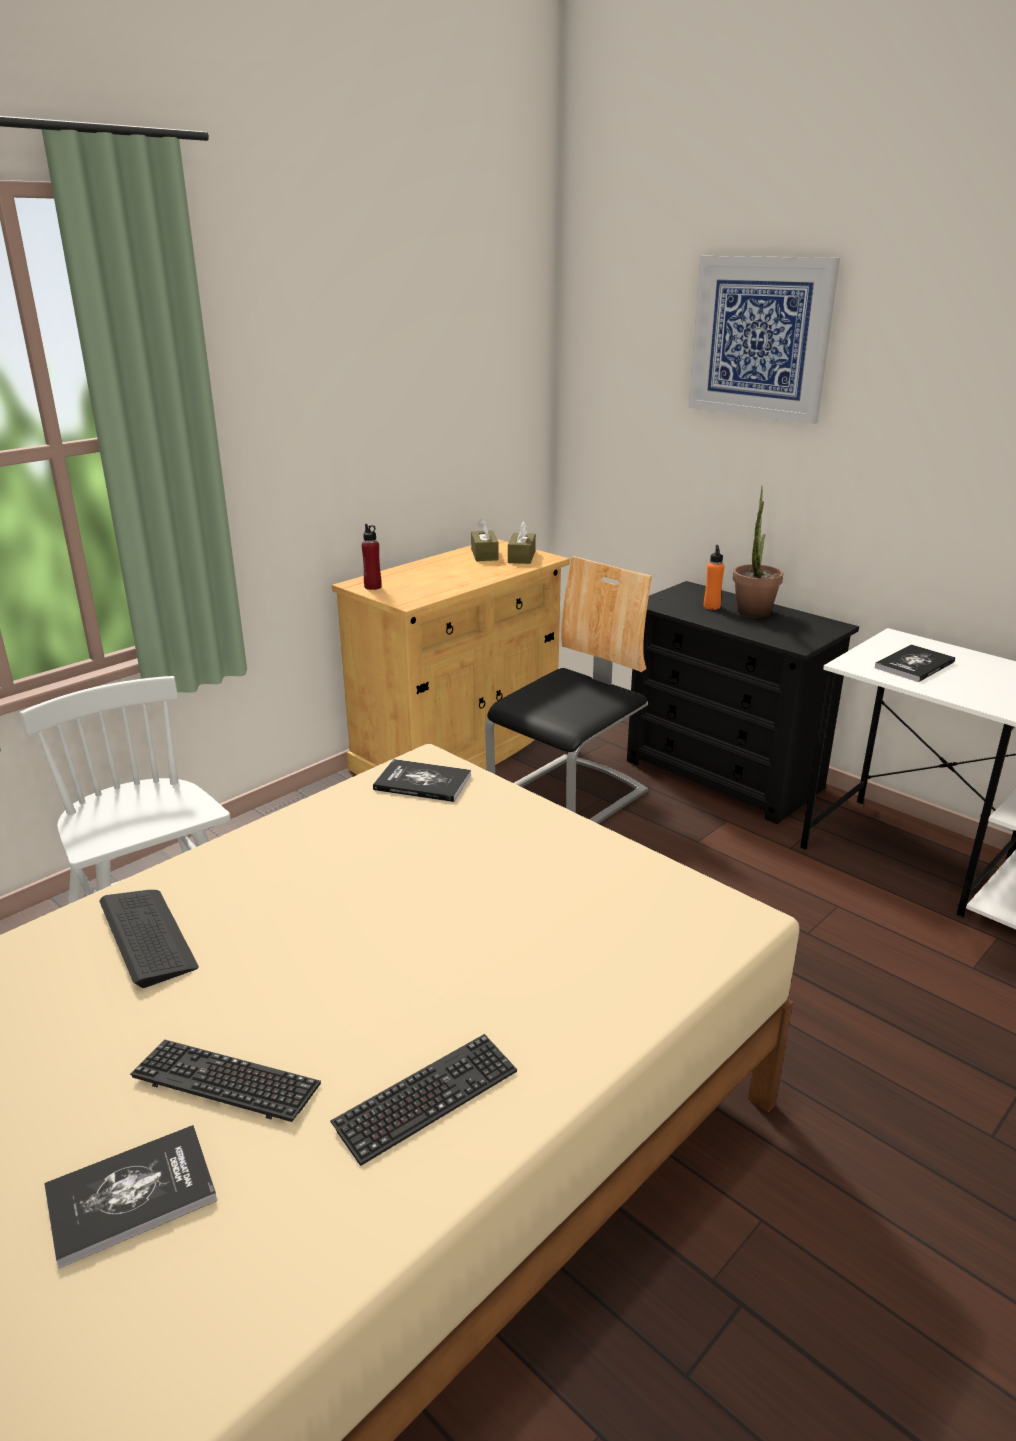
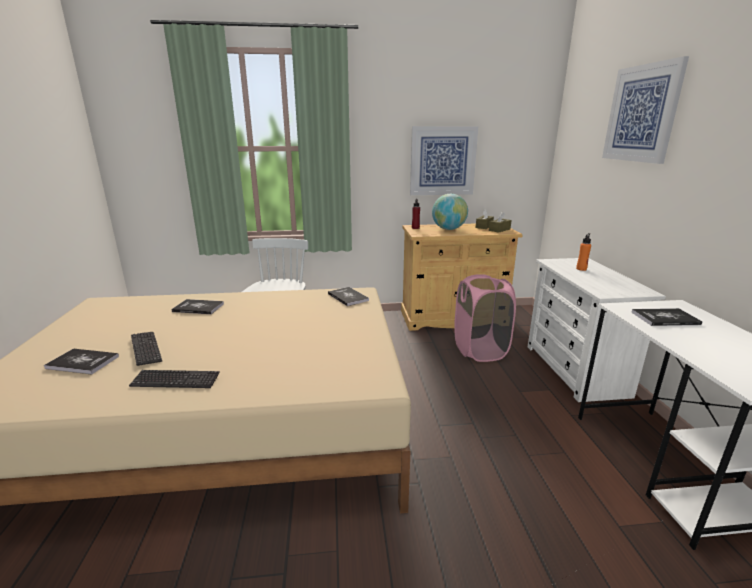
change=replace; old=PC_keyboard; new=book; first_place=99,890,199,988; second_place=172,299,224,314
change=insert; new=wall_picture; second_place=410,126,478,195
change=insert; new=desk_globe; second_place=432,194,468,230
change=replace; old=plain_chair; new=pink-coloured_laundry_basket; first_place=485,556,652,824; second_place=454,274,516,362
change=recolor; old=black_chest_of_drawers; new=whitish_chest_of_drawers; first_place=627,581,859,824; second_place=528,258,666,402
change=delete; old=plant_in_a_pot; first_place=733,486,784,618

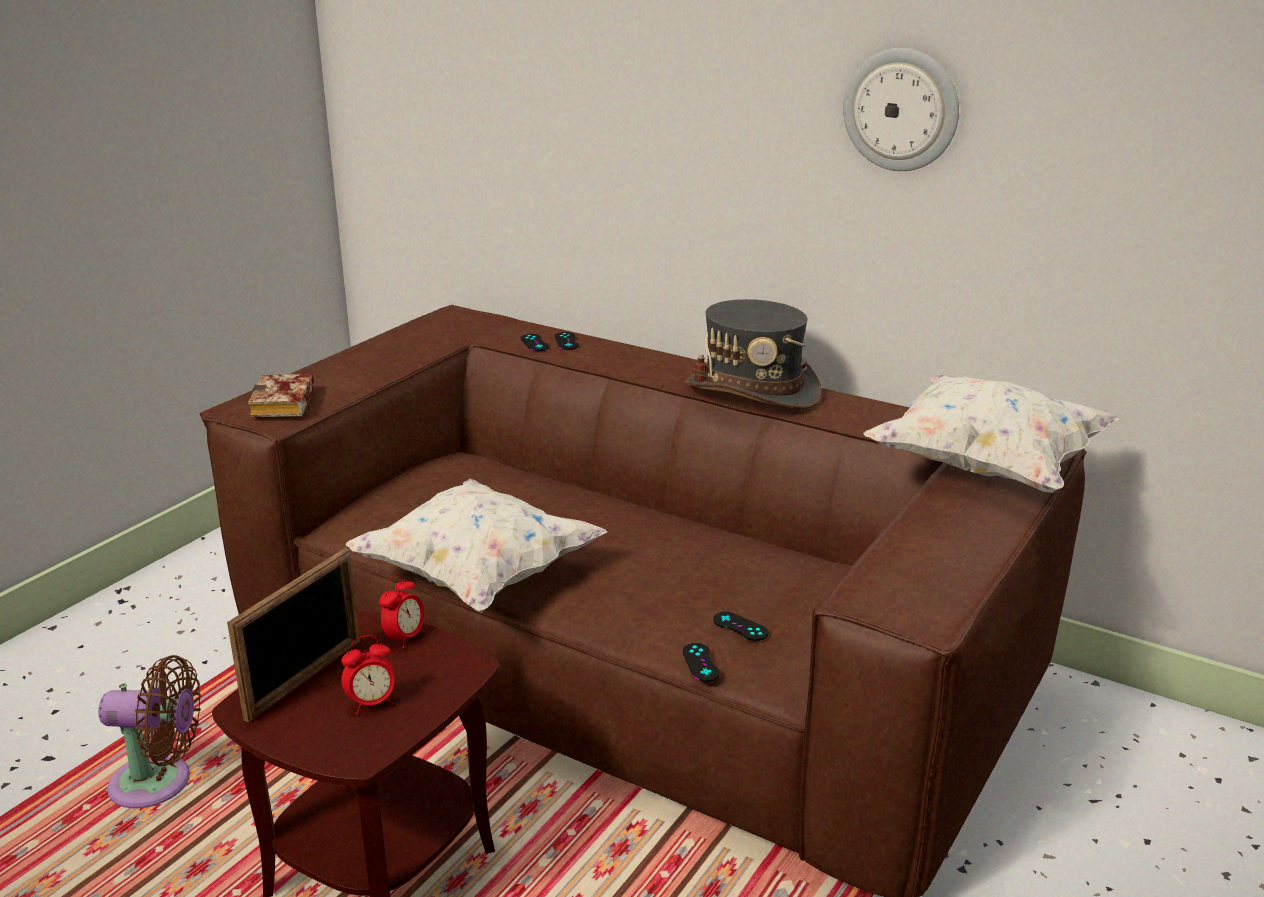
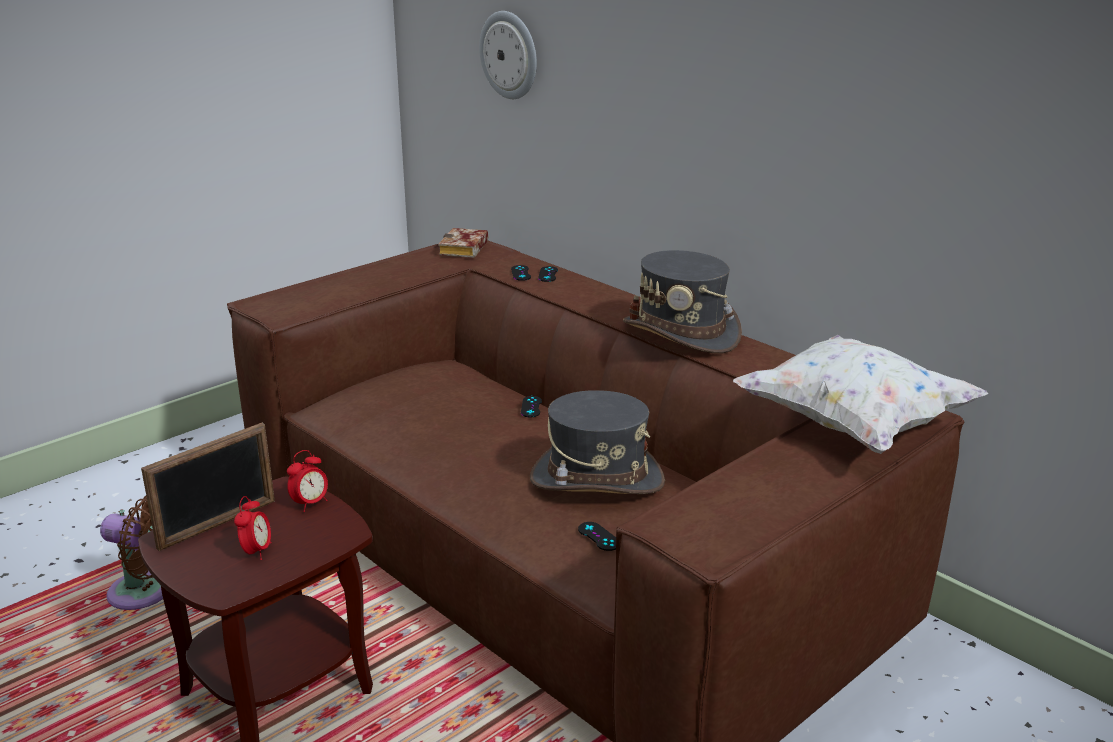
change=rotate; old=alarm_clock; first_place=341,635,395,714; second_place=234,496,272,560; degrees=-75
change=move; old=book; first_place=248,374,315,417; second_place=438,228,488,258
change=move; old=hanging_clock; first_place=843,48,959,171; second_place=479,11,537,99
change=move; old=black_joypad; first_place=683,643,720,682; second_place=521,396,542,417
change=insert; new=greyish_clothing_hat; second_place=530,390,665,494
change=delete; old=whitish_throw_pillow; first_place=346,478,608,613

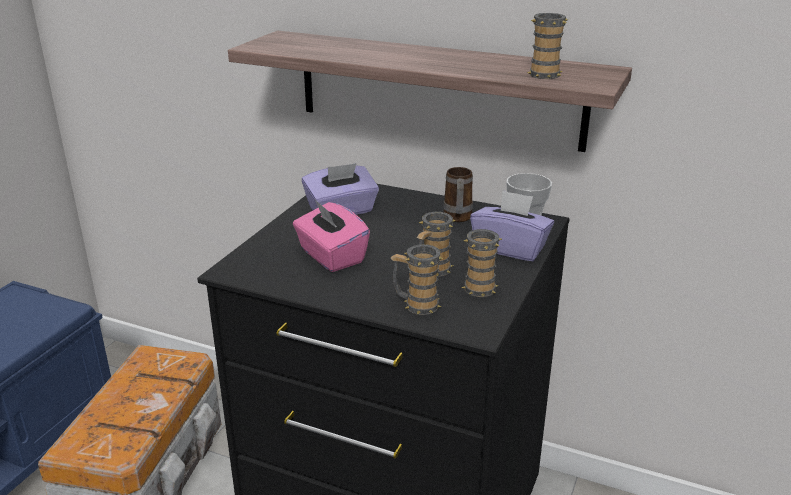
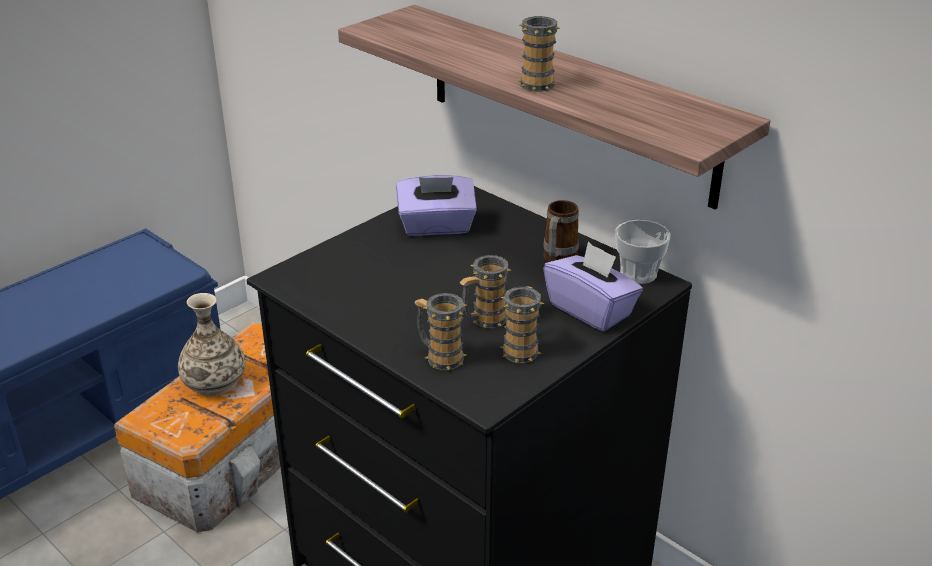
change=insert; new=vase; second_place=178,293,245,396
change=move; old=mug; first_place=527,13,568,79; second_place=518,16,560,92
change=delete; old=pink-coloured_tissue_box; first_place=293,200,370,272

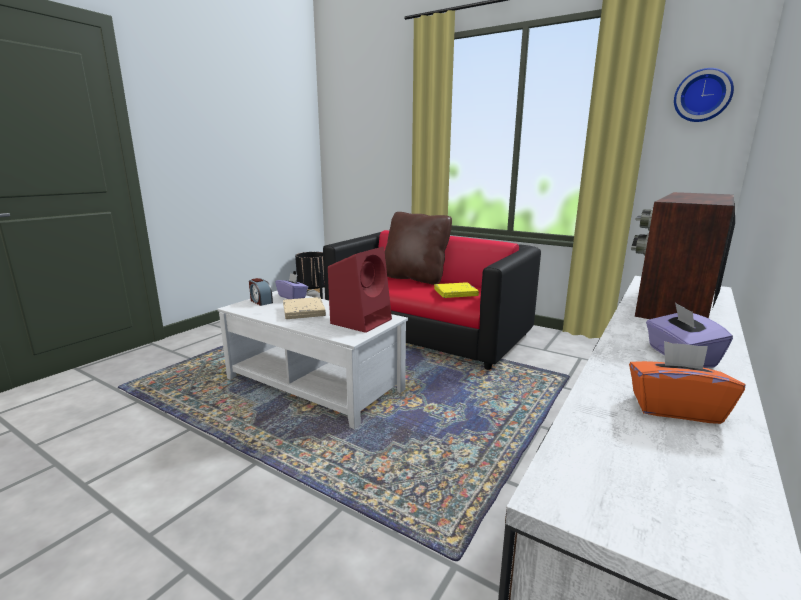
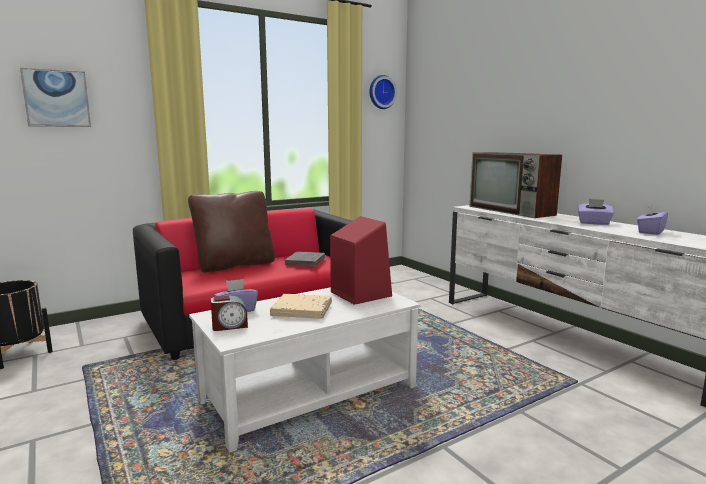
change=insert; new=wall_picture; second_place=20,68,91,127
change=recolor; old=yellow_book; new=greyish_book; first_place=434,282,479,298; second_place=285,251,325,267
change=recolor; old=orange-coloured_tissue_box; new=purple_tissue_box; first_place=629,341,746,424; second_place=637,205,668,235

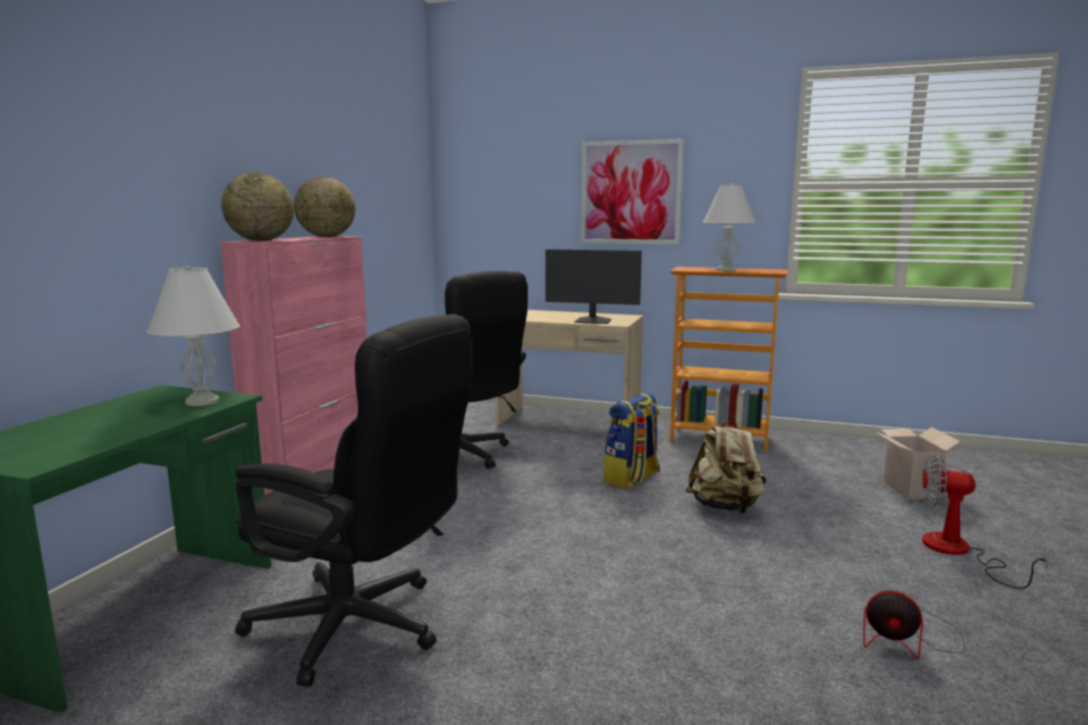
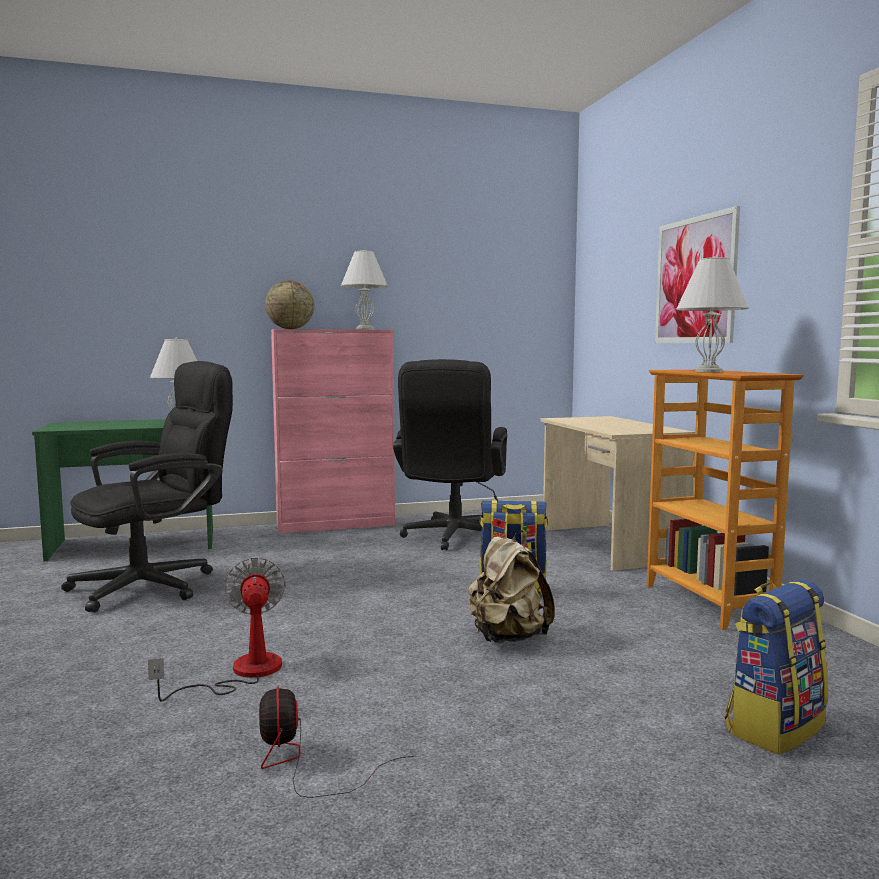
change=rotate; old=black_office_chair; first_place=235,314,473,687; second_place=61,361,233,612; degrees=-120
change=move; old=fan; first_place=922,455,1049,589; second_place=148,557,286,702
change=replace; old=desk_globe; new=whitish_lamp_for_a_table; first_place=294,177,355,237; second_place=340,250,388,330
change=replace; old=packing_box; new=backpack; first_place=875,427,960,499; second_place=725,579,828,755
change=delete; old=computer_display; first_place=546,249,642,324

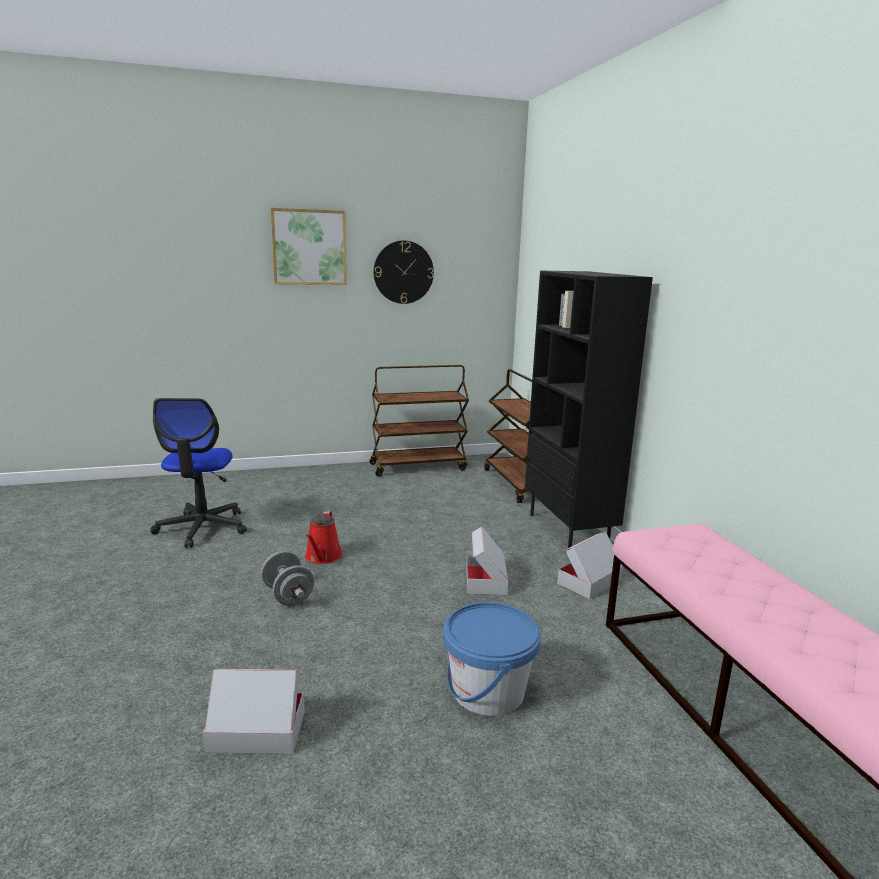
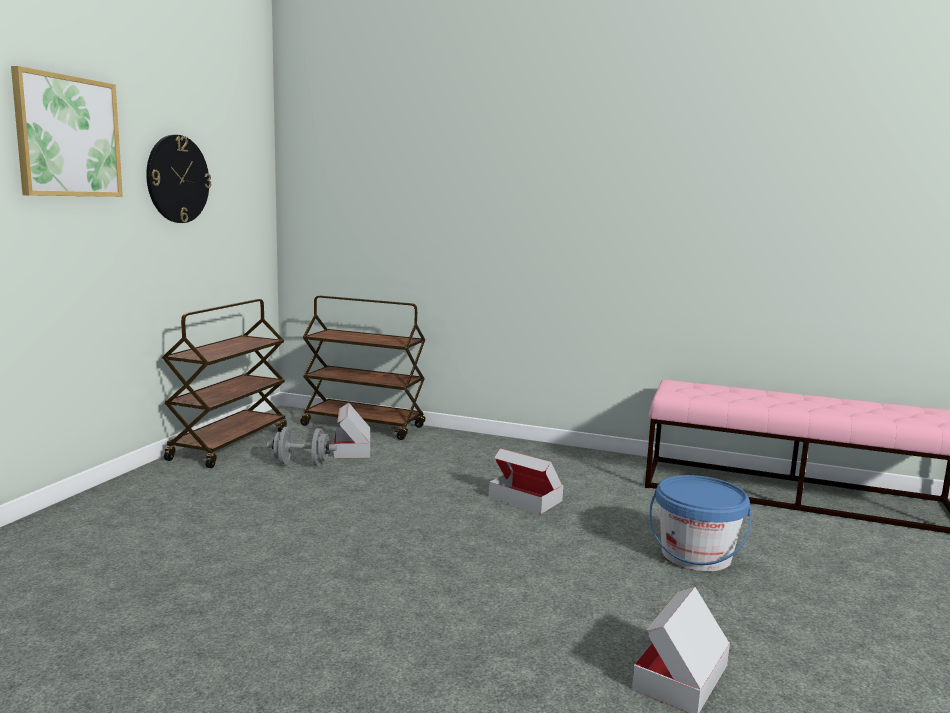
change=move; old=greyish_dumbbell; first_place=261,551,314,606; second_place=267,427,337,466
change=move; old=packing_box; first_place=557,532,624,599; second_place=334,403,370,458
change=delete; old=office_chair; first_place=151,398,247,548
change=delete; old=red-coloured_watering_can; first_place=305,511,343,564
change=delete; old=black_bookshelf; first_place=525,271,653,550

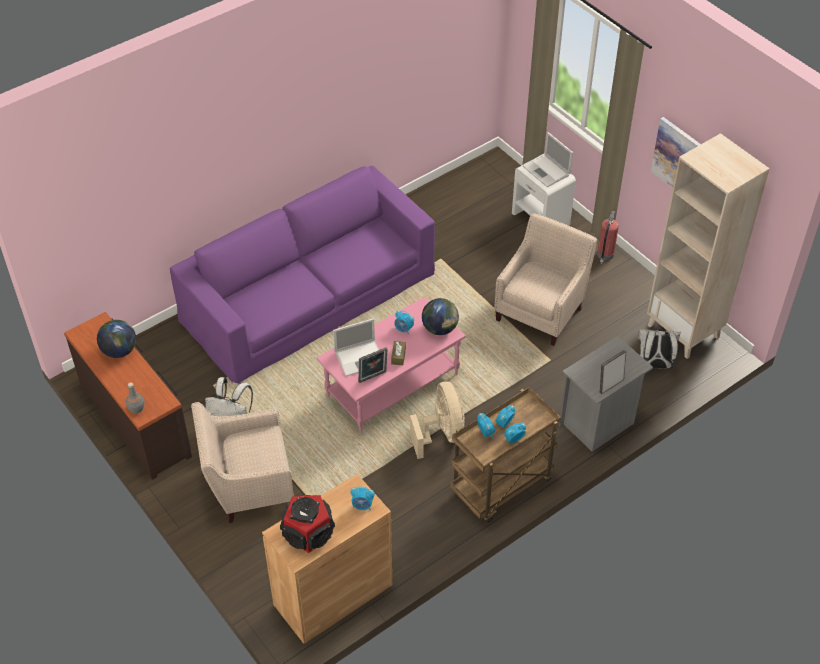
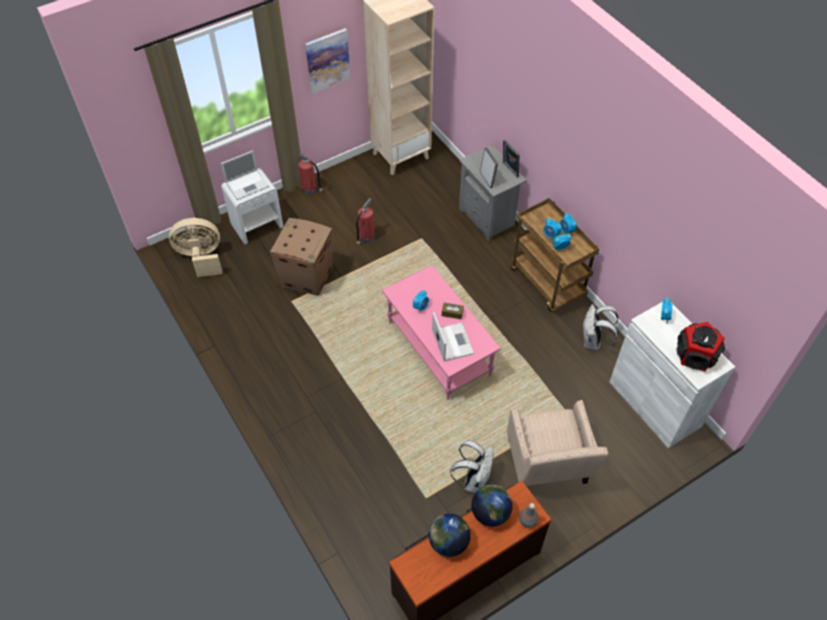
change=move; old=beige-coloured_fan; first_place=410,381,465,459; second_place=169,218,222,277
change=insert; new=packing_box; second_place=270,218,333,296
change=replace; old=beige-coloured_easy_chair; new=fire_extinguisher; first_place=494,213,597,346; second_place=356,198,375,245
change=move; old=desk_globe; first_place=422,298,459,335; second_place=471,485,513,526
change=move; old=standing_frame; first_place=358,347,388,383; second_place=480,147,498,188
change=move; old=whitish_backpack; first_place=638,328,681,369; second_place=583,304,618,350
change=recolor; old=brown-coloured_cupboard; new=whitish_cupboard; first_place=262,474,392,644; second_place=610,302,735,448
change=delete; old=purple_couch; first_place=170,165,435,384

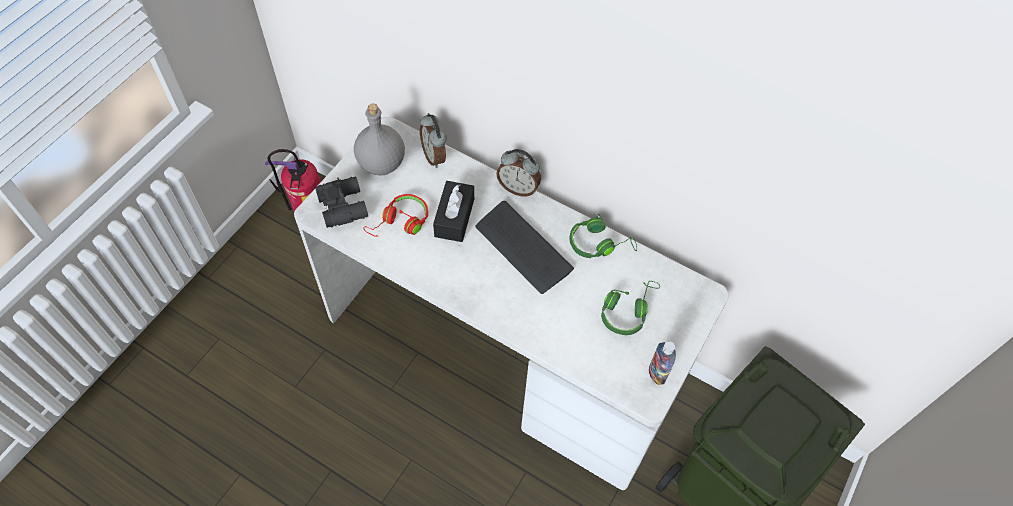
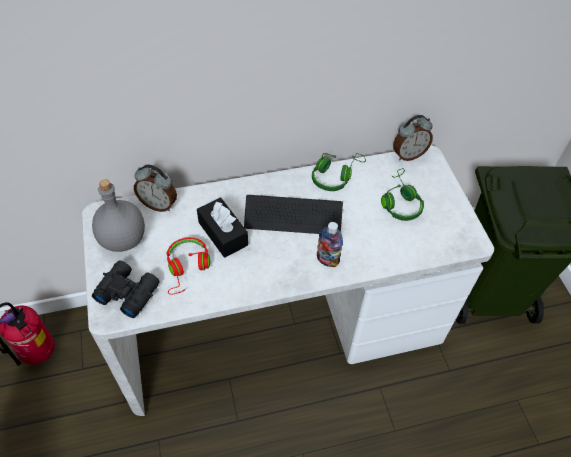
change=move; old=beverage_bottle; first_place=649,341,676,385; second_place=317,222,343,267
change=move; old=alarm_clock; first_place=496,149,541,196; second_place=393,115,433,161

